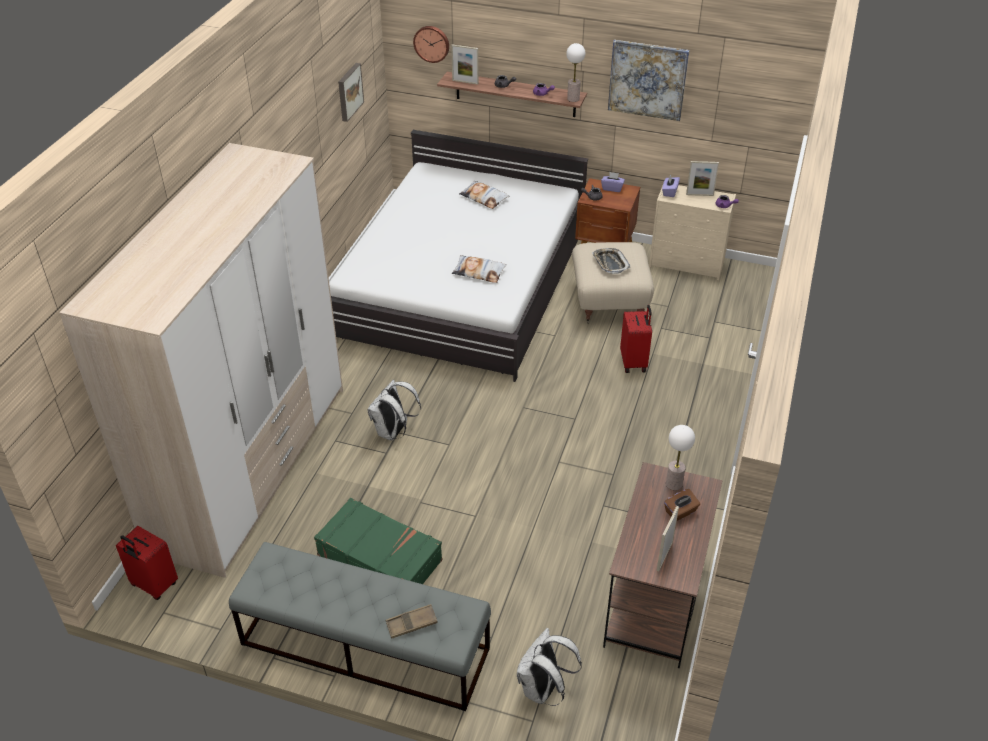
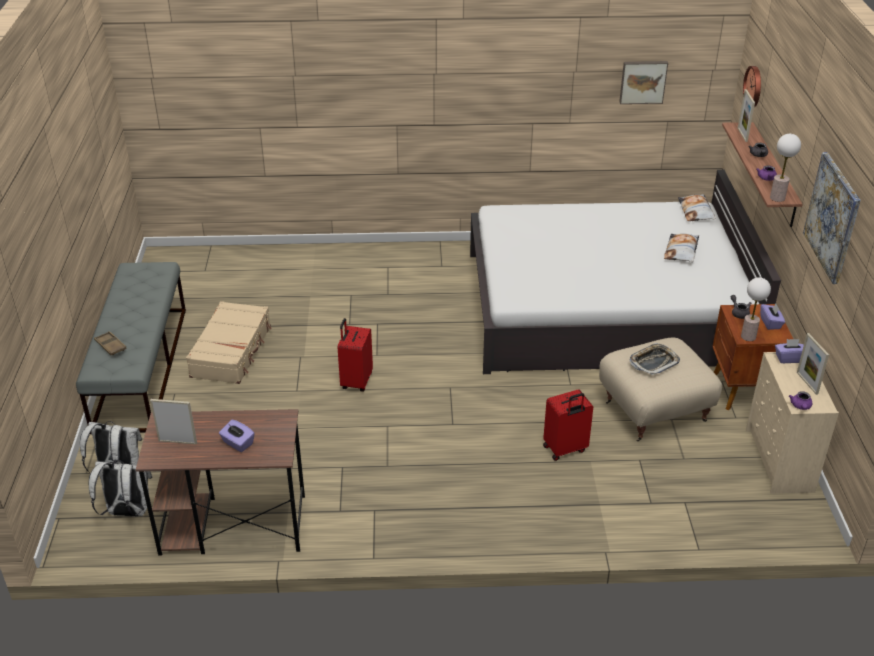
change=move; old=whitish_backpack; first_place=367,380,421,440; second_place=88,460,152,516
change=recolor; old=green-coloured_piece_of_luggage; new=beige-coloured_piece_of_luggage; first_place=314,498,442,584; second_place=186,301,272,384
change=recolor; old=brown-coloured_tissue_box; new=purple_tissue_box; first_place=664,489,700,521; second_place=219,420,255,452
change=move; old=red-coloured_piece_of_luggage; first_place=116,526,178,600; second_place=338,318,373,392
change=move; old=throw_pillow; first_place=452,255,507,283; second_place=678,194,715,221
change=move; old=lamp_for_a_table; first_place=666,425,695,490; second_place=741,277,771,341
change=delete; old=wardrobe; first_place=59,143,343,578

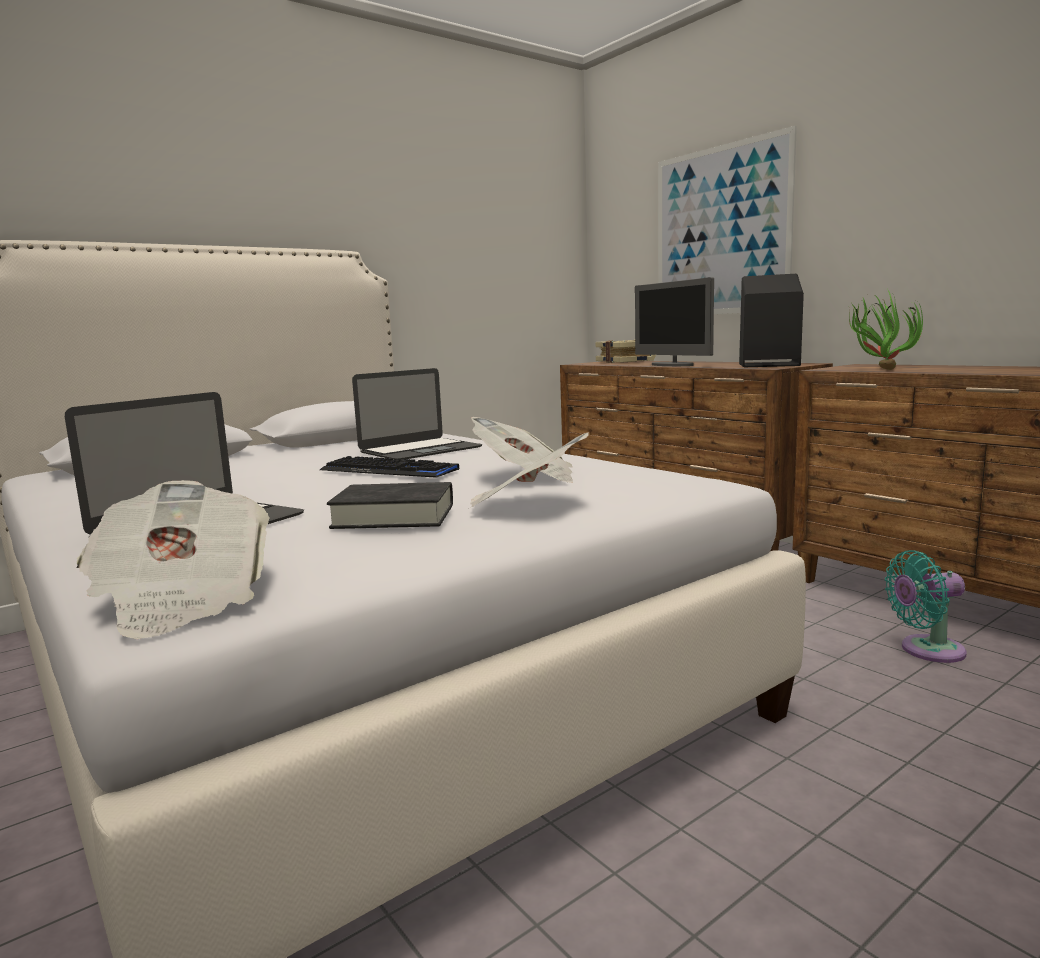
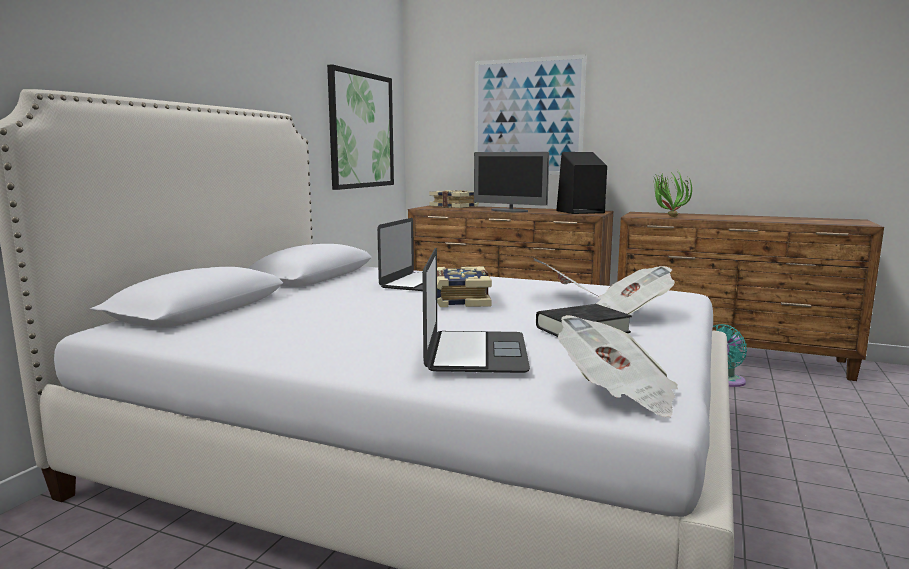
change=insert; new=wall_picture; second_place=327,64,394,190
change=replace; old=PC_keyboard; new=book; first_place=320,456,459,478; second_place=437,267,492,307

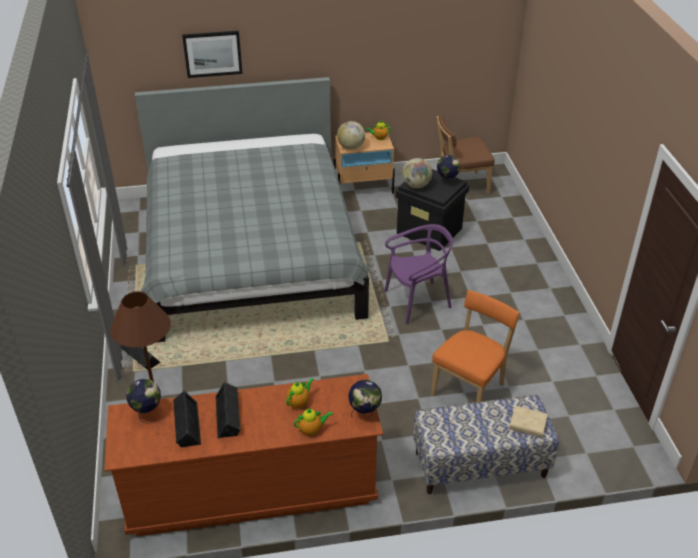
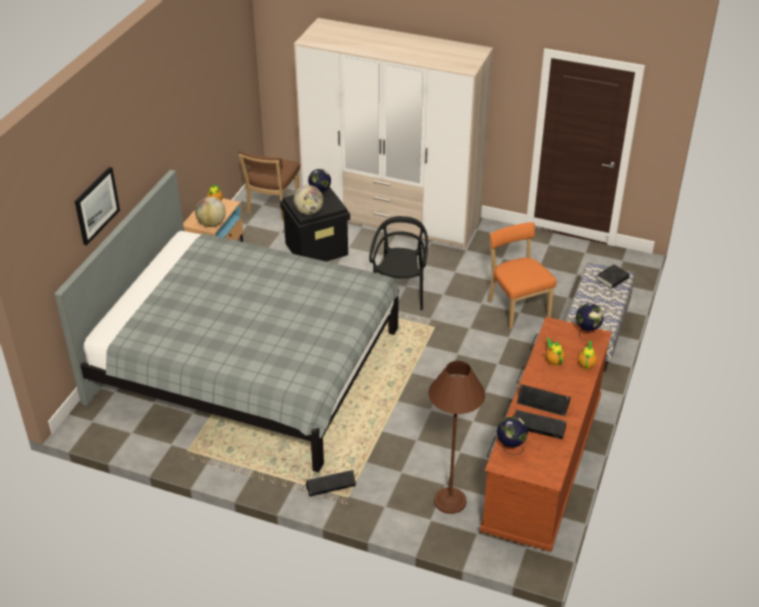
change=insert; new=wardrobe; second_place=294,18,493,249
change=recolor; old=purple_plain_chair; new=black_plain_chair; first_place=384,224,453,324; second_place=369,216,428,310
change=recolor; old=beige-coloured_book; new=black_book; first_place=509,406,548,437; second_place=596,264,630,289

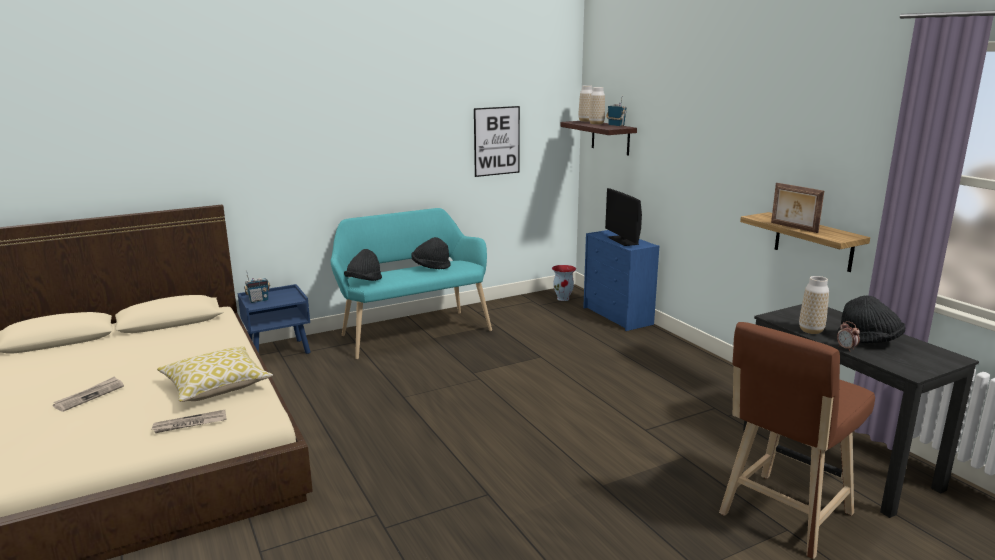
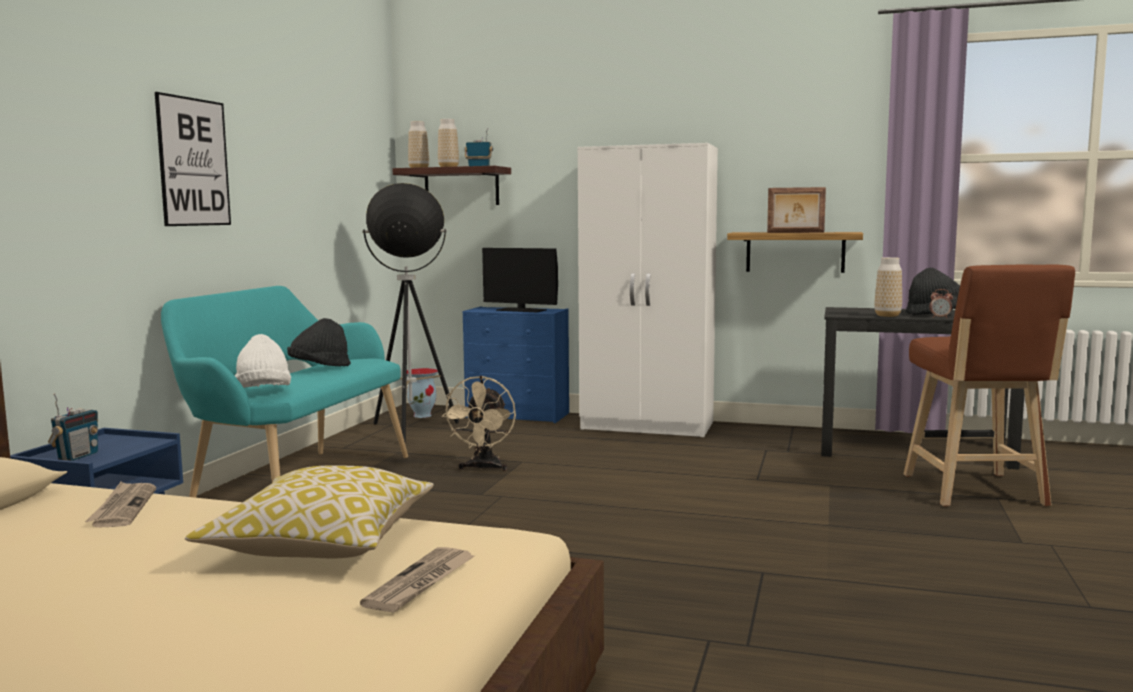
change=move; old=printed_paper; first_place=53,376,124,412; second_place=85,482,156,528
change=move; old=wall_picture; first_place=474,106,520,177; second_place=155,92,231,226
change=recolor; old=black_clothing_hat; new=whitish_clothing_hat; first_place=344,249,382,281; second_place=235,334,291,388
change=insert; new=standard_lamp; second_place=362,183,459,443
change=insert; new=beige-coloured_fan; second_place=442,376,516,471
change=insert; new=whitish_wardrobe; second_place=578,143,718,437

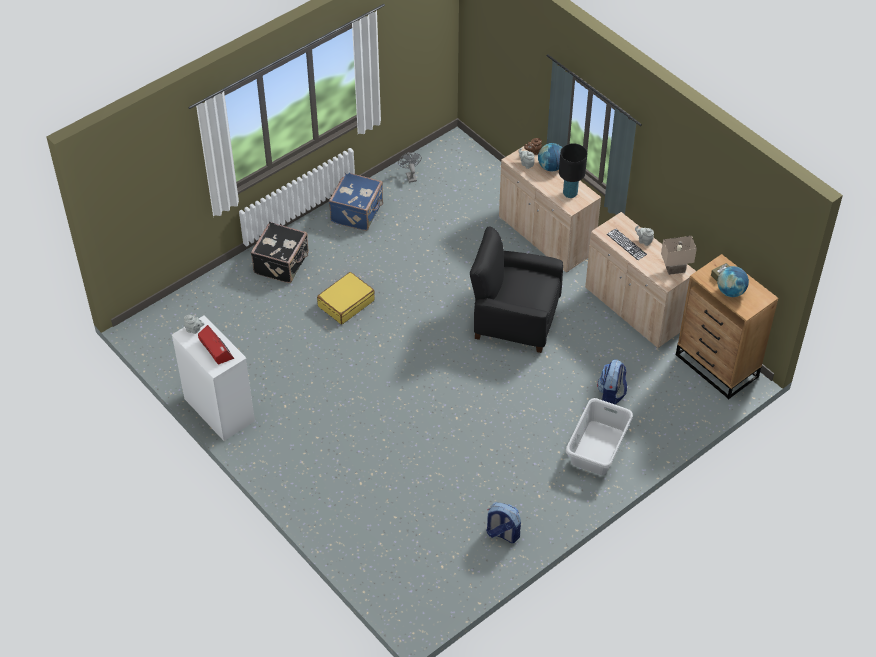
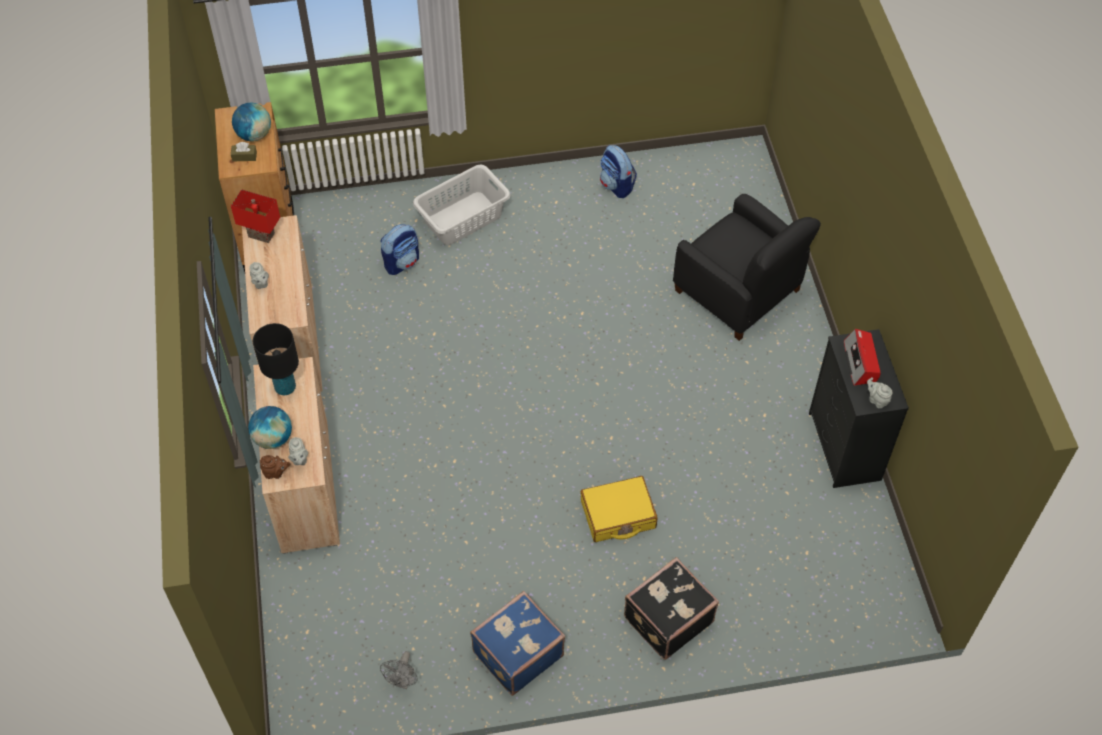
change=recolor; old=beige-coloured_lamp_for_a_table; new=red-coloured_lamp_for_a_table; first_place=661,236,697,275; second_place=231,189,280,243
change=move; old=black_easy_chair; first_place=470,226,563,353; second_place=673,194,821,341
change=recolor; old=whitish_chest_of_drawers; new=black_chest_of_drawers; first_place=172,315,255,441; second_place=809,329,909,488
change=delete; old=PC_keyboard; first_place=607,228,647,260

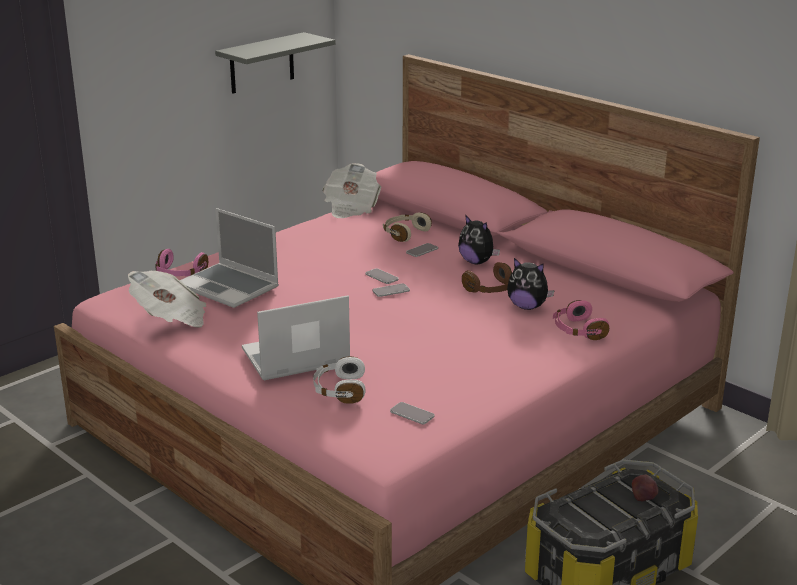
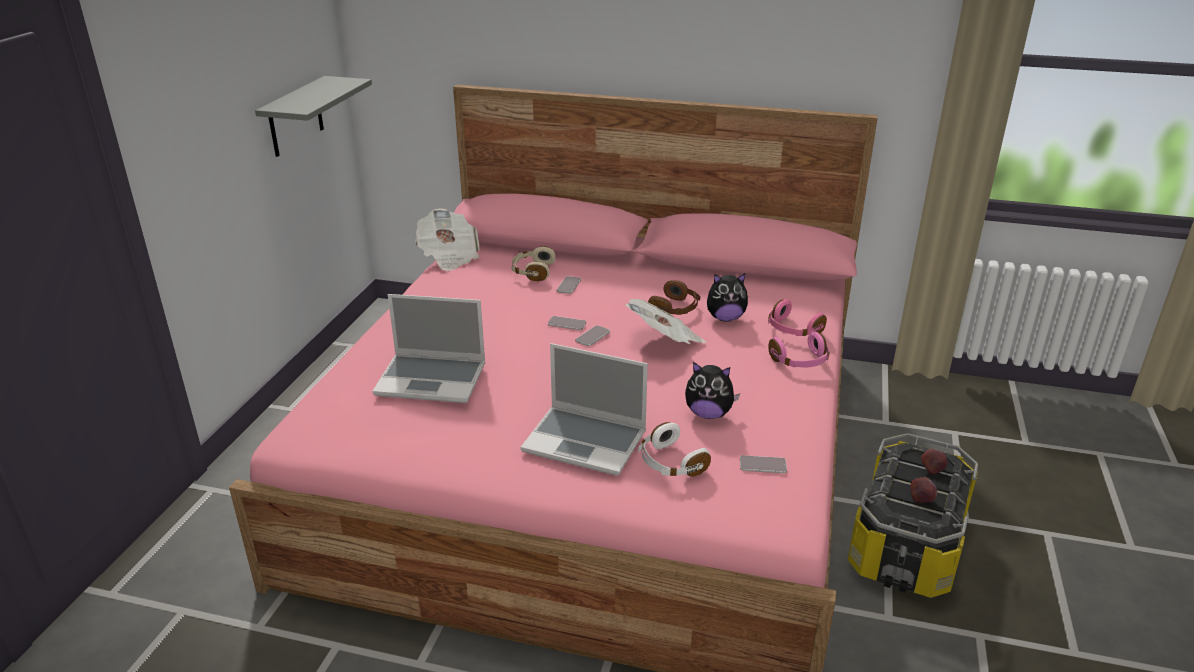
change=rotate; old=notebook_computer; first_place=242,295,350,380; second_place=521,343,648,476; degrees=-105
change=move; old=printed_paper; first_place=128,271,206,328; second_place=625,299,706,344
change=move; old=cuddly_toy; first_place=458,215,500,264; second_place=685,362,740,419
change=move; old=pink-coloured_headset; first_place=155,249,208,276; second_place=768,331,830,367
change=insert; new=apple_fruit; second_place=910,477,937,503

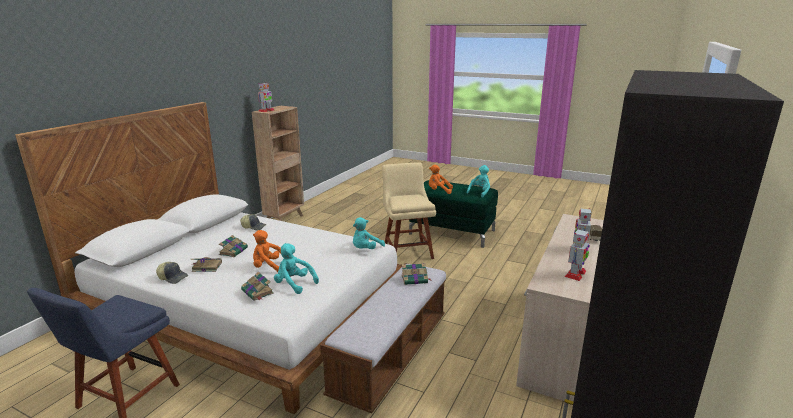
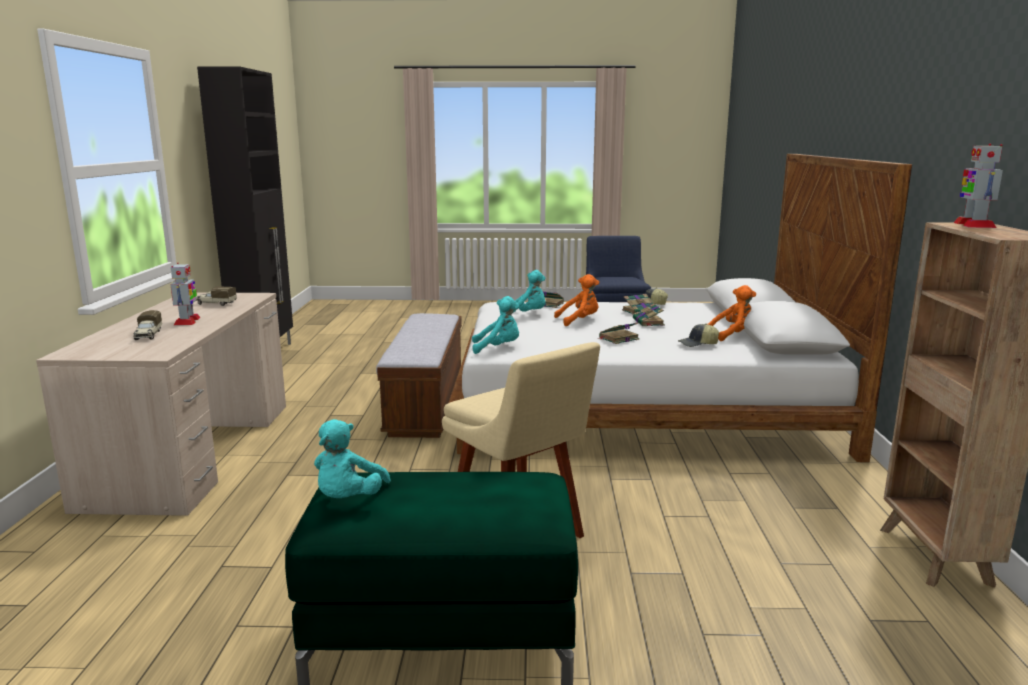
change=replace; old=toy_robot; new=model_truck; first_place=565,228,590,281; second_place=196,286,237,306
change=rotate; old=blue-green_cuddly_toy; first_place=353,217,385,249; second_place=472,296,519,354; degrees=75
change=move; old=book; first_place=402,263,430,285; second_place=597,322,639,344
change=move; old=orange-coloured_cuddly_toy; first_place=429,165,453,194; second_place=708,285,756,341

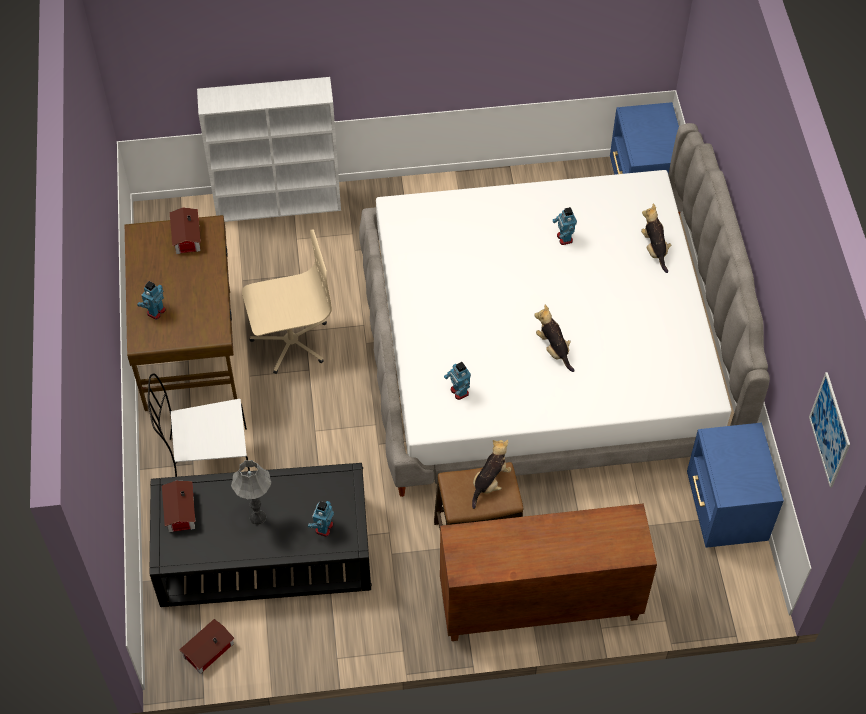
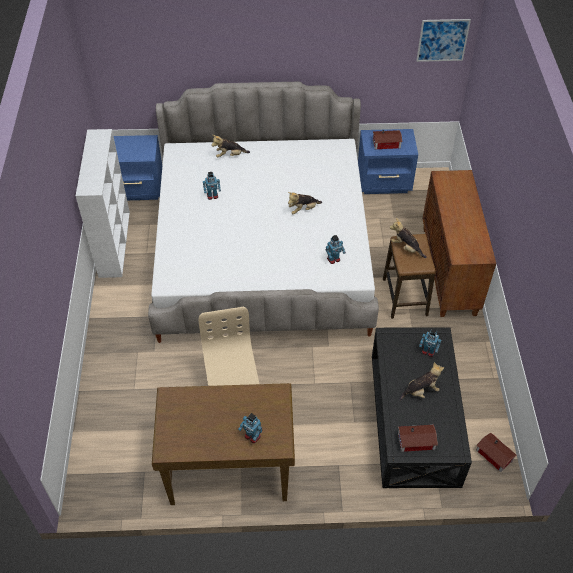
change=move; old=whitish_bookshelf; first_place=197,77,341,222; second_place=76,129,130,278
change=move; old=toy_house; first_place=170,207,201,254; second_place=373,130,402,150
change=replace; old=greyish_lamp_for_a_table; new=cuddly_toy; first_place=231,460,271,525; second_place=399,362,444,401
change=delete; old=whitish_plain_chair; first_place=148,374,250,477

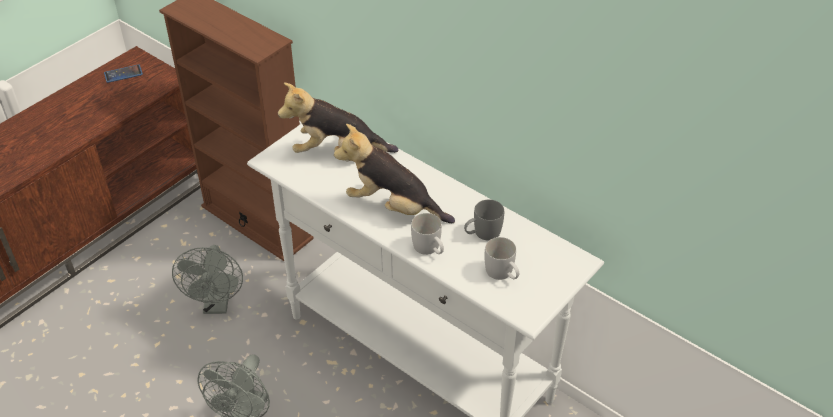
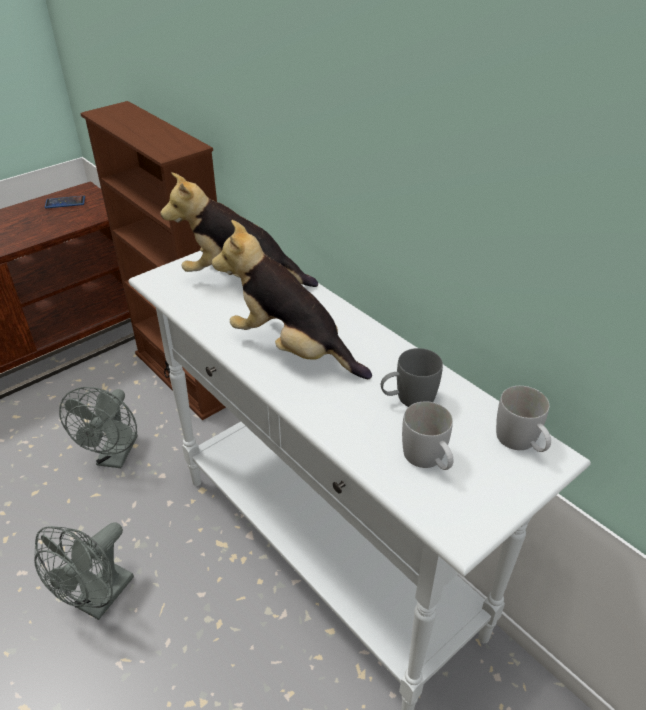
change=move; old=whitish_mug; first_place=411,213,444,255; second_place=496,386,551,452

